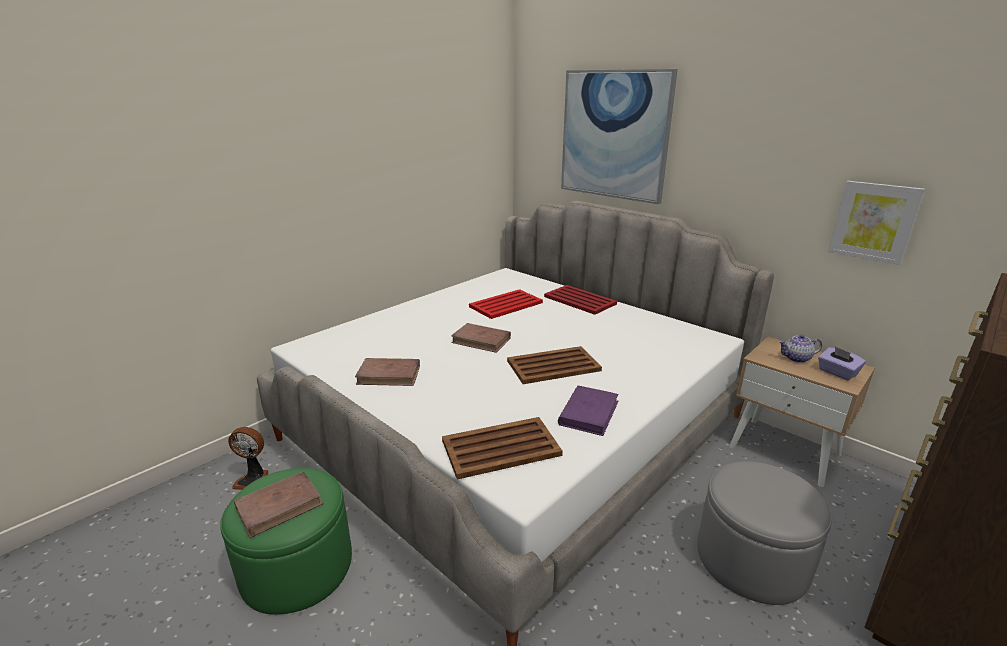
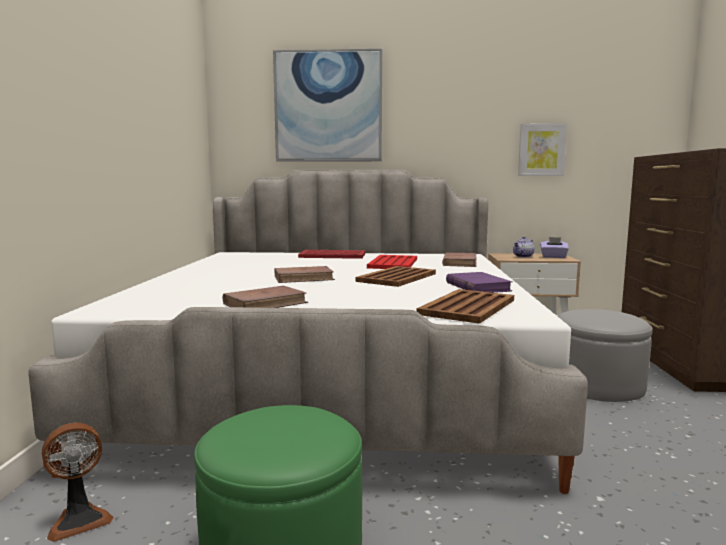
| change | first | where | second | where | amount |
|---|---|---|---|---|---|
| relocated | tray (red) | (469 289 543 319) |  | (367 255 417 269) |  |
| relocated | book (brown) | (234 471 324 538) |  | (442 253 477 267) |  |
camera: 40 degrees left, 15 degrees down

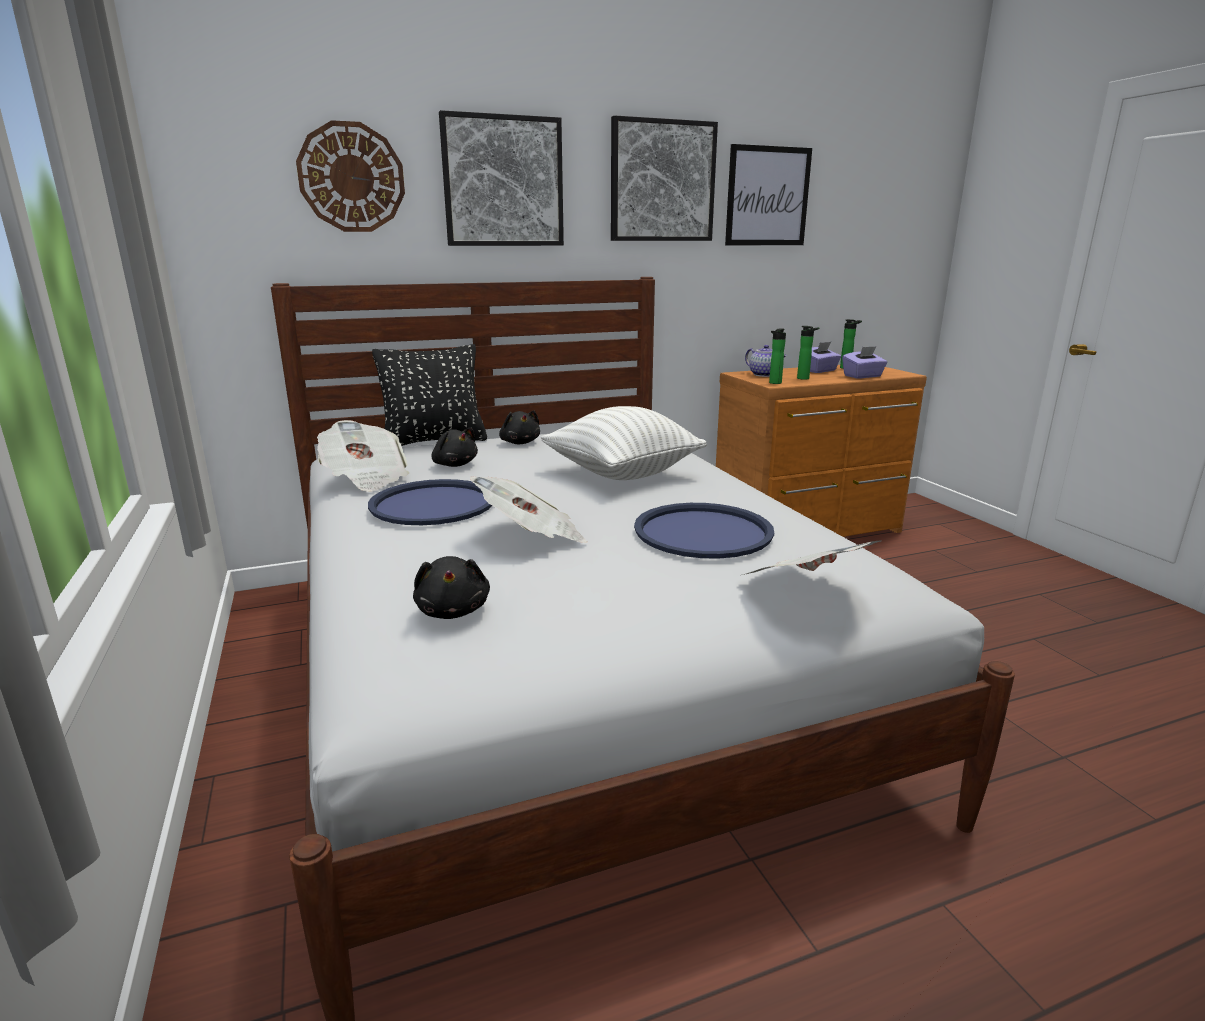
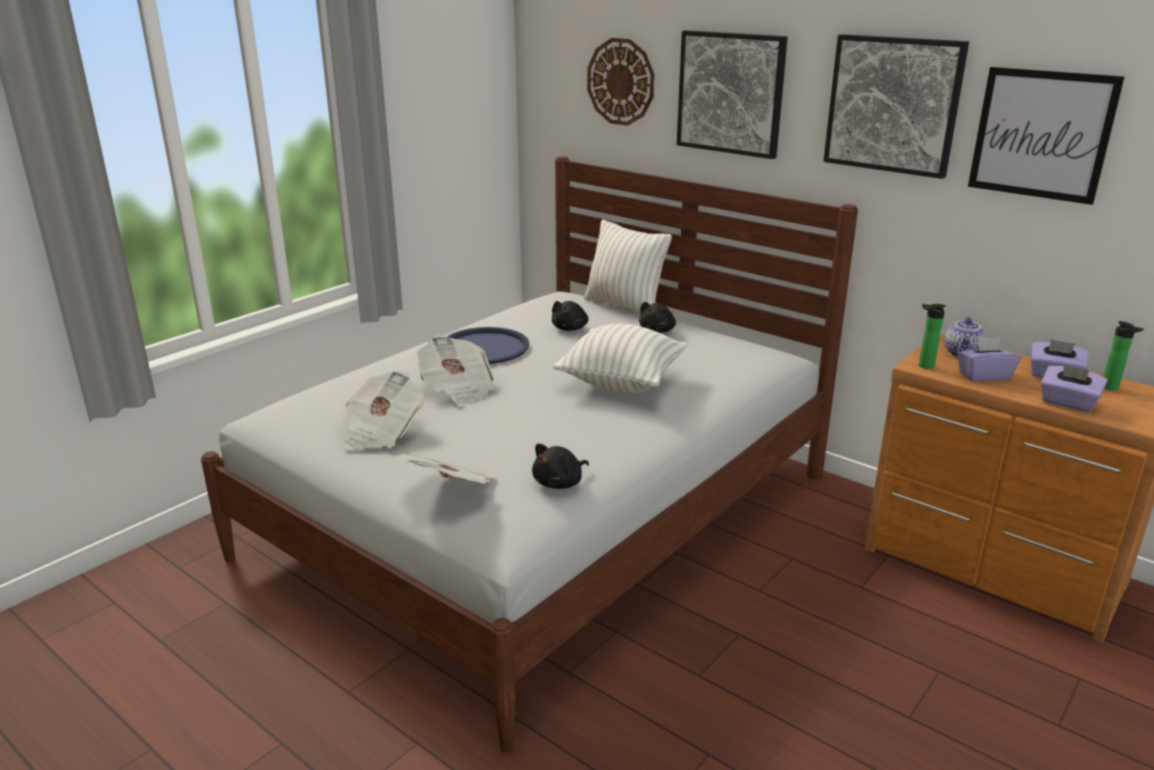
| change | first | where | second | where | amount |
|---|---|---|---|---|---|
| exchanged | bottle | (797 326 820 380) | tissue box (purple) | (957 337 1021 381) |  |
| colour | pillow (black) | (372 344 487 446) | pillow (white) | (584 220 672 314) |  |
| relocated | newspaper | (317 420 409 492) |  | (342 371 425 450) |  |
| missing | tray (blue) | (634 503 774 559) |  |  |  |
| relocated | plush toy (black) | (413 556 490 619) |  | (532 443 589 489) |  |
camera: 60 degrees right, 5 degrees up

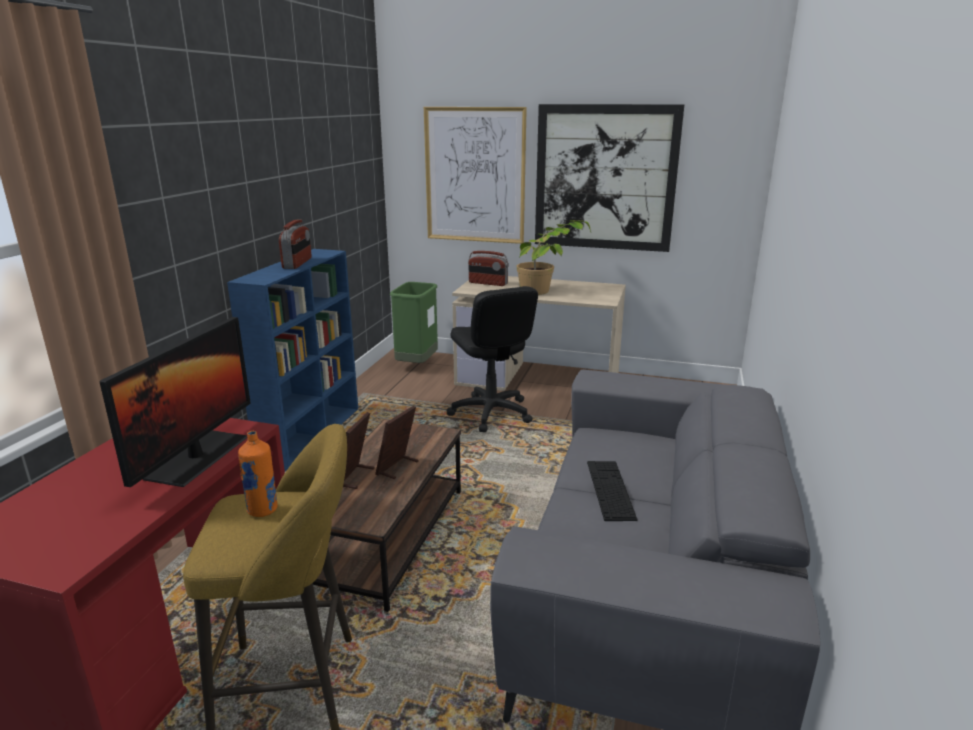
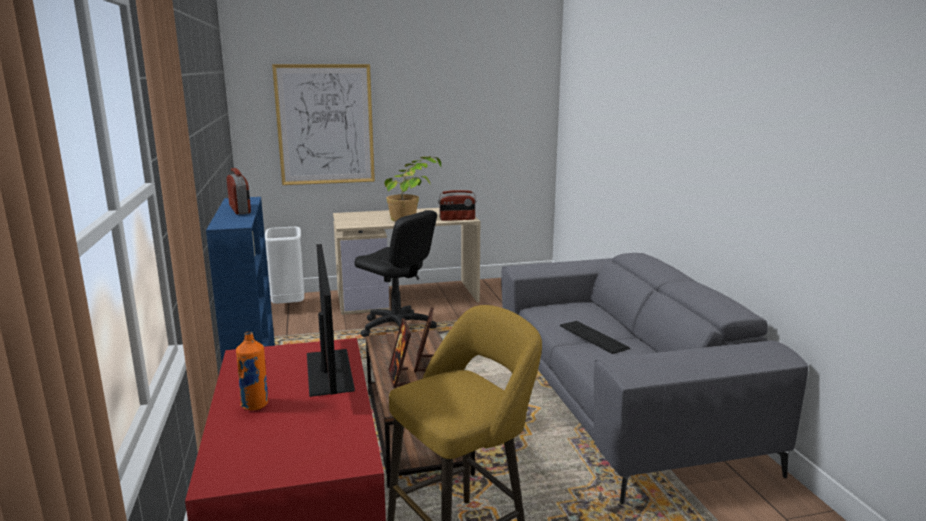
| change | first | where | second | where | amount |
|---|---|---|---|---|---|
| missing | picture | (535 104 684 252) |  |  |  |
| relocated | radio | (468 251 509 286) |  | (438 190 476 221) |  |
| colour | trash can (green) | (390 282 438 363) | trash can (white) | (265 227 304 304) |  |
| relocated | bottle (orange) | (238 431 278 517) |  | (236 332 268 410) |  |
camera: 30 degrees left, 5 degrees down

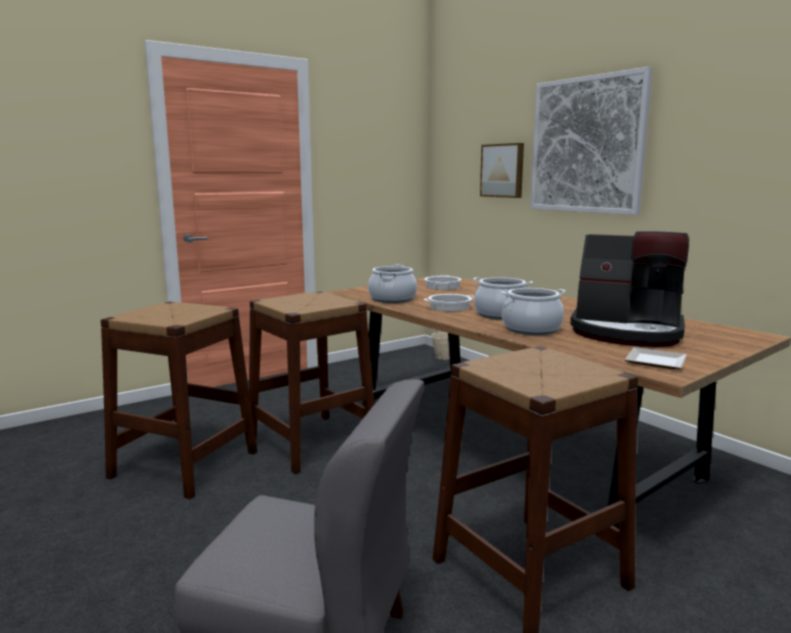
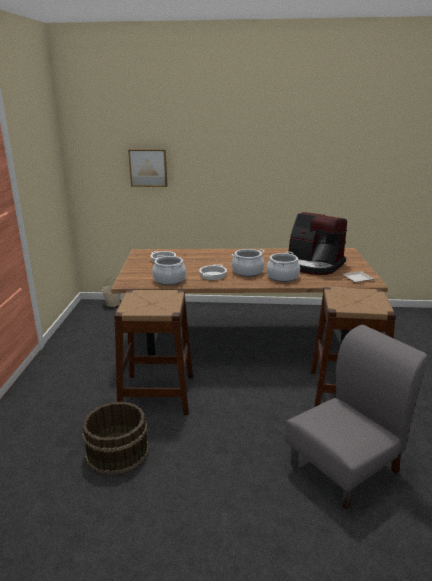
| change | first | where | second | where | amount |
|---|---|---|---|---|---|
| missing | picture | (530 67 653 215) |  |  |  |
| spun | coffee machine | (570 231 689 347) |  | (288 212 347 275) | 60 degrees clockwise |
| exchanged | stool (brown) | (101 302 257 499) | bucket (brown) | (82 402 149 475) |  |
camera: 50 degrees left, 10 degrees up

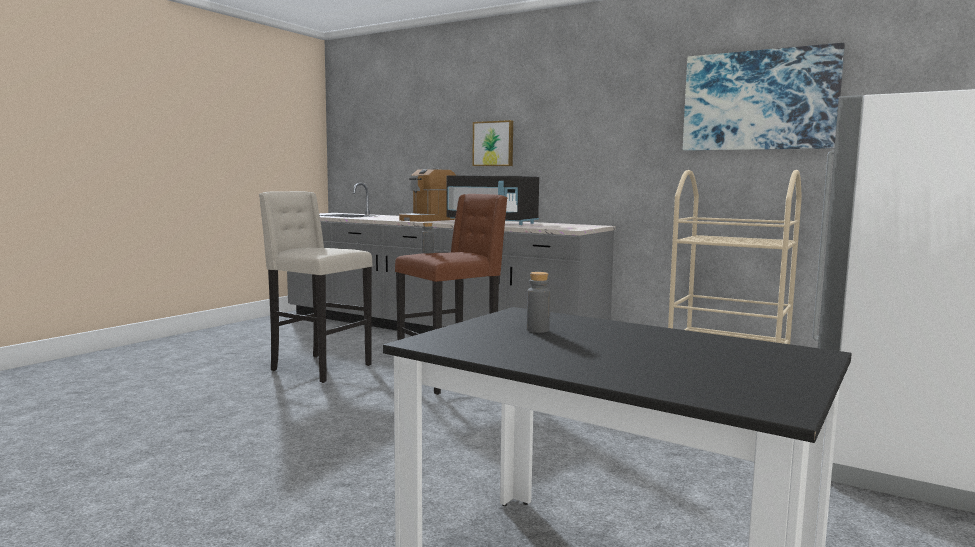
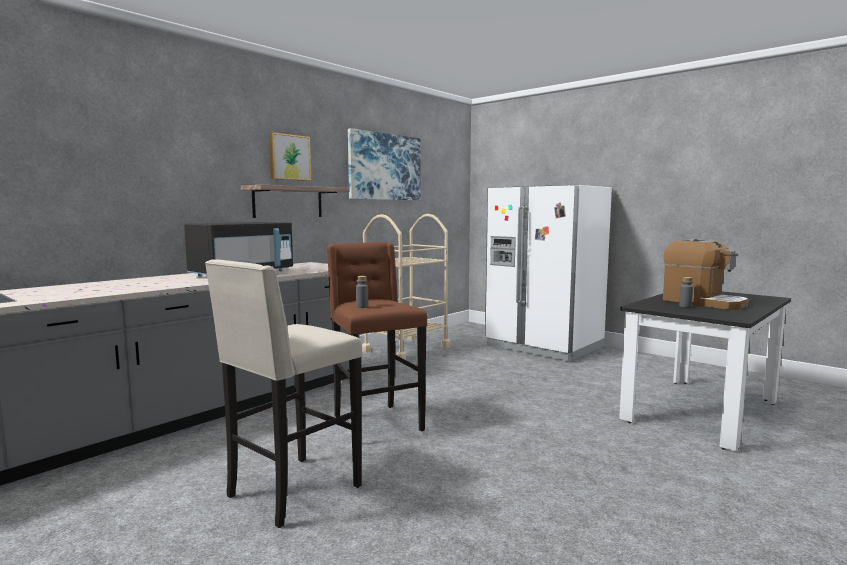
| change | first | where | second | where | amount |
|---|---|---|---|---|---|
| relocated | picture | (472 120 513 166) |  | (269 132 311 181) |  |
| relocated | coffee machine | (399 168 455 222) |  | (663 239 748 310) |  |
| appeared |  |  | shelf | (241 185 350 218) |  |
camera: 80 degrees left, 0 degrees up

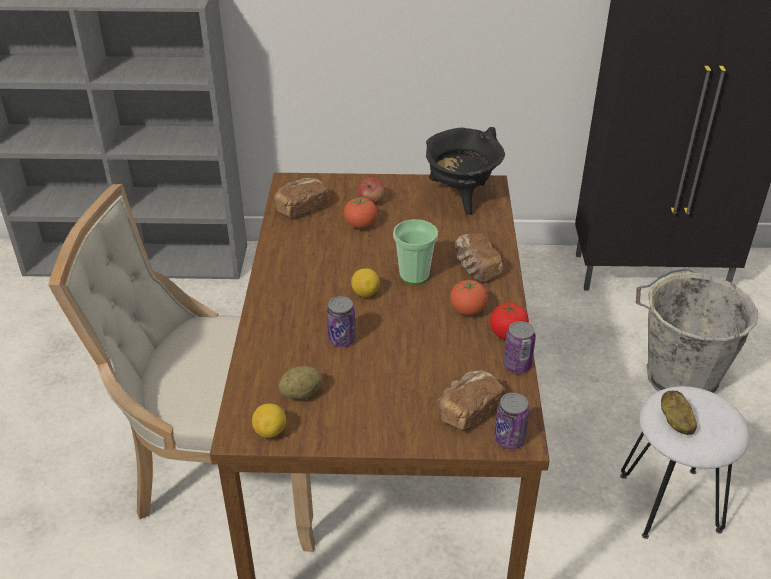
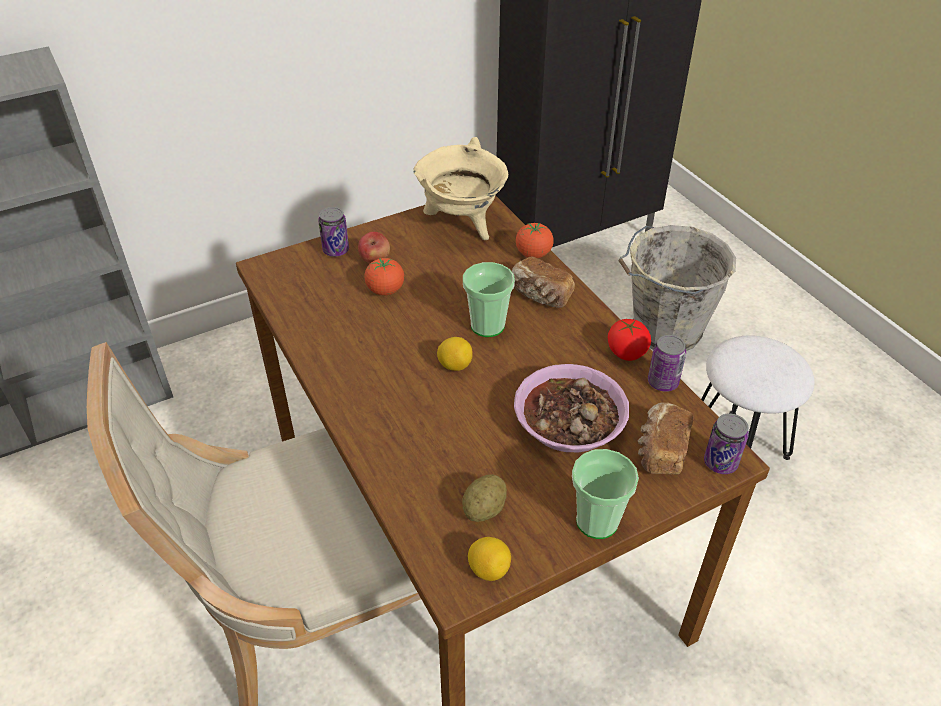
| change | first | where | second | where | amount |
|---|---|---|---|---|---|
| colour | cooking pot (black) | (426 127 505 215) | cooking pot (beige) | (413 137 508 240) |  |
| missing | bread | (274 178 329 217) |  |  |  |
| relocated | tomato | (450 279 488 316) |  | (516 223 554 258) |  |
| relocated | can | (327 296 356 347) |  | (318 207 349 257) |  |
| missing | potato | (661 391 697 435) |  |  |  |
| appeared |  |  | bowl | (514 364 629 453) |  |
| appeared |  |  | cup | (572 449 639 539) |  |
camera: 30 degrees left, 5 degrees up

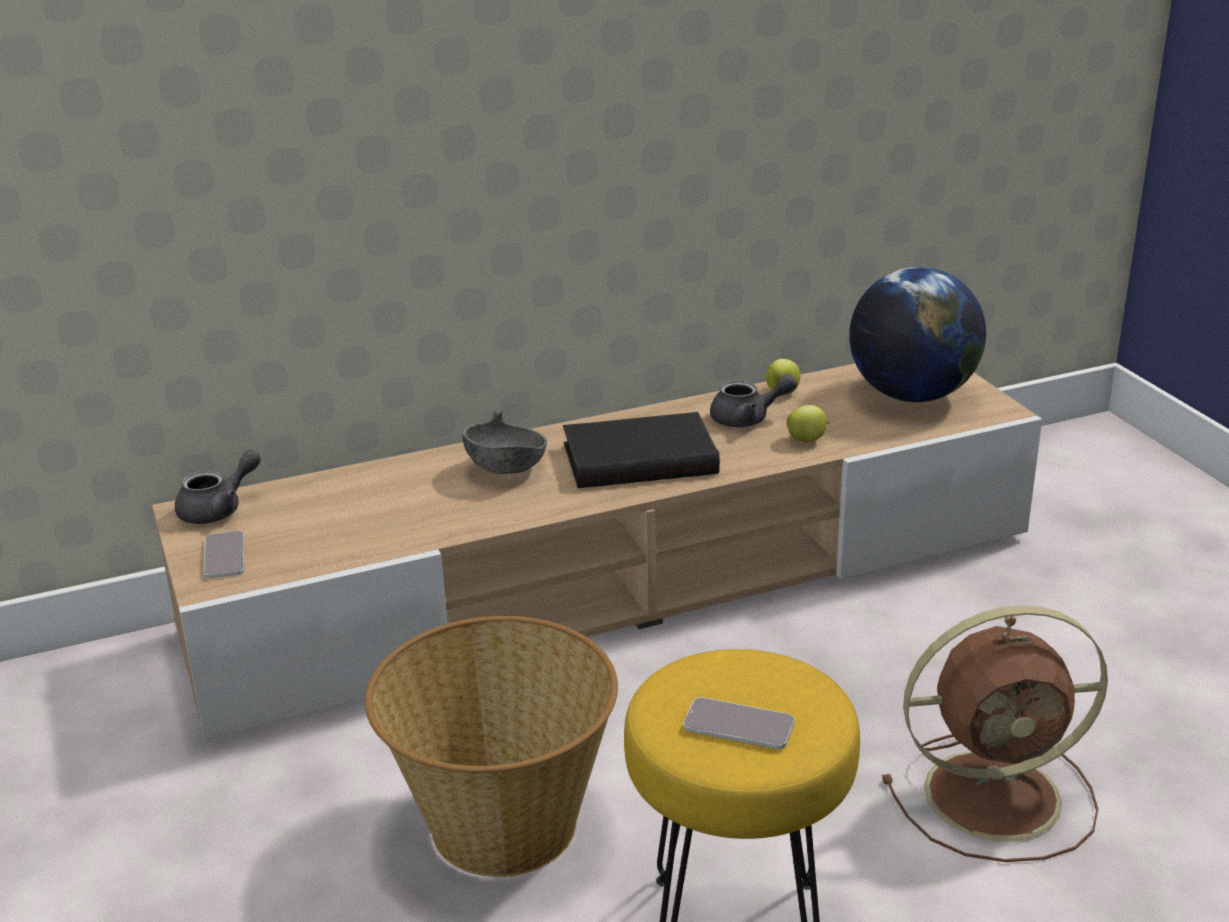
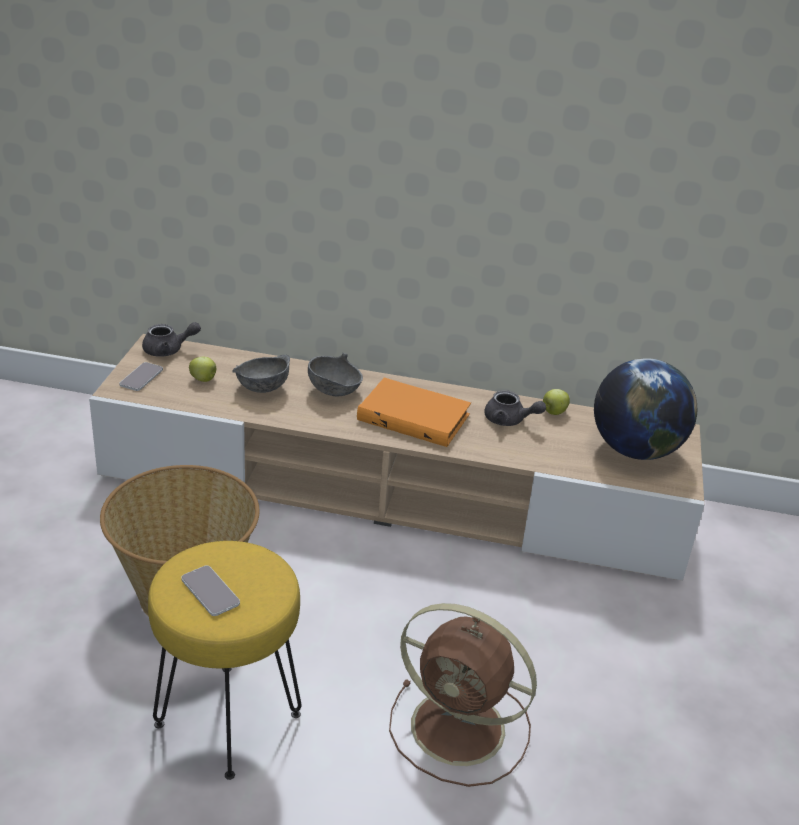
| change | first | where | second | where | amount |
|---|---|---|---|---|---|
| relocated | apple | (787 405 830 442) |  | (189 357 216 382) |  |
| colour | book (black) | (563 412 720 488) | book (orange) | (357 377 471 447) |  |
| appeared |  |  | bowl (grey) | (232 355 290 393) |  |
camera: 30 degrees right, 5 degrees up

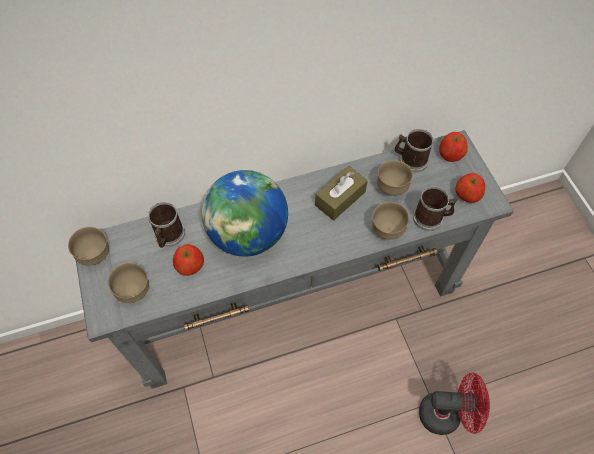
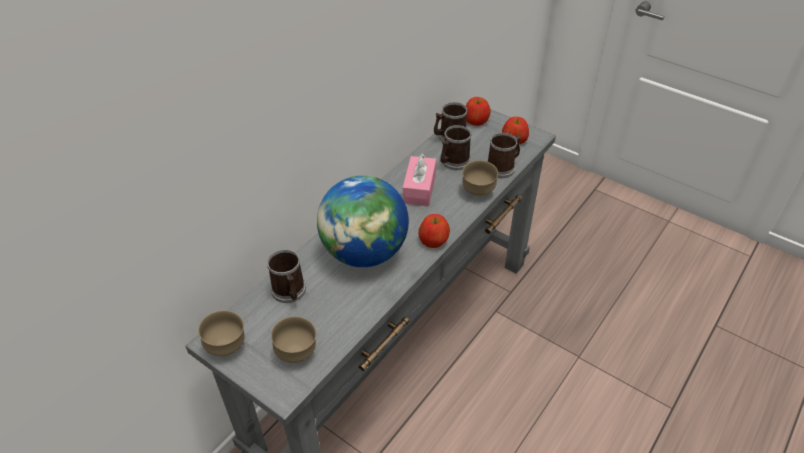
| change | first | where | second | where | amount |
|---|---|---|---|---|---|
| exchanged | bowl (brown) | (377 160 413 196) | mug | (440 125 472 170) |  |
| colour | tissue box (brown) | (315 166 368 221) | tissue box (pink) | (403 153 436 206) |  |
| relocated | apple | (173 244 204 276) |  | (418 214 450 248) |  |
| missing | fan (red) | (419 373 490 435) |  |  |  |
camera: 35 degrees left, 15 degrees down

